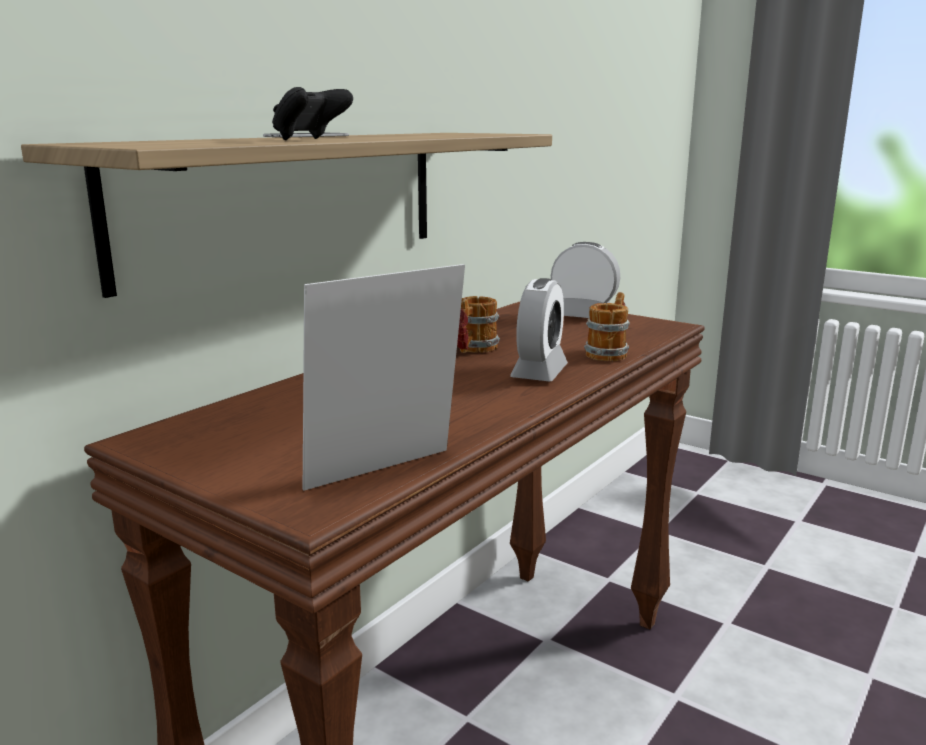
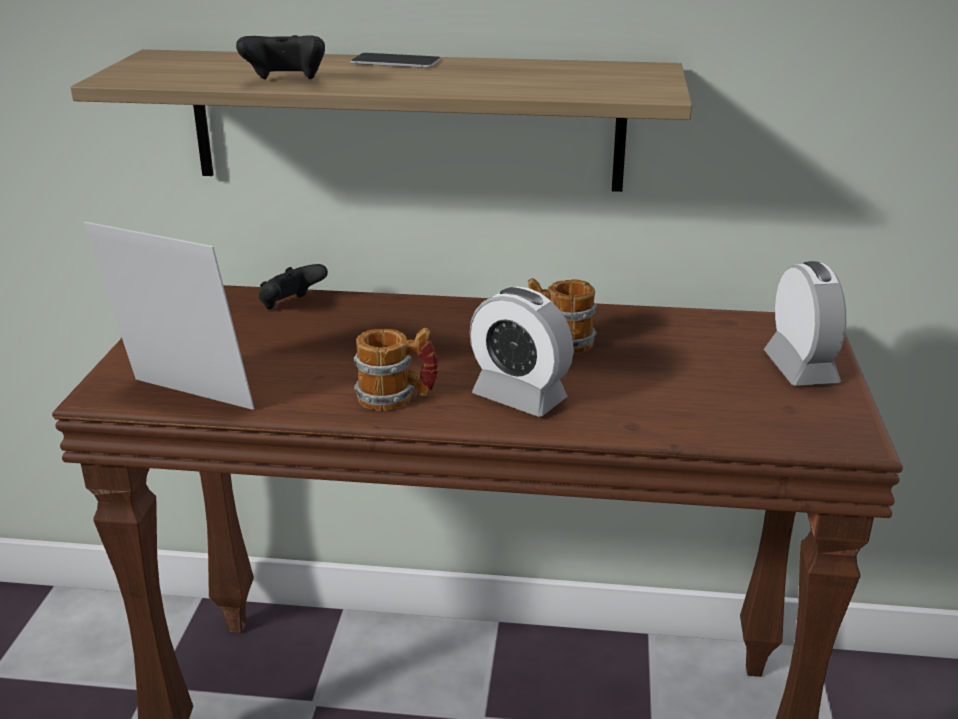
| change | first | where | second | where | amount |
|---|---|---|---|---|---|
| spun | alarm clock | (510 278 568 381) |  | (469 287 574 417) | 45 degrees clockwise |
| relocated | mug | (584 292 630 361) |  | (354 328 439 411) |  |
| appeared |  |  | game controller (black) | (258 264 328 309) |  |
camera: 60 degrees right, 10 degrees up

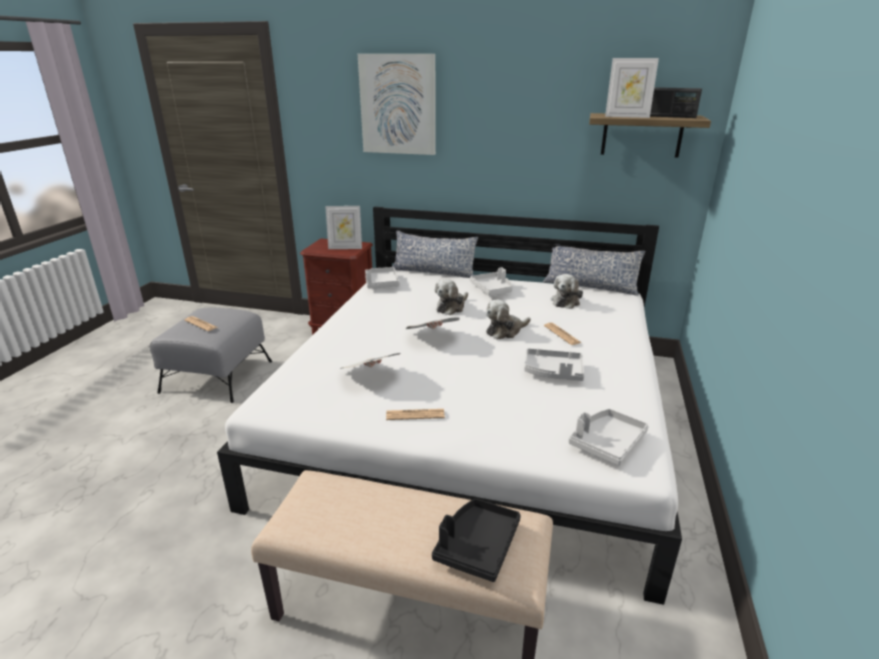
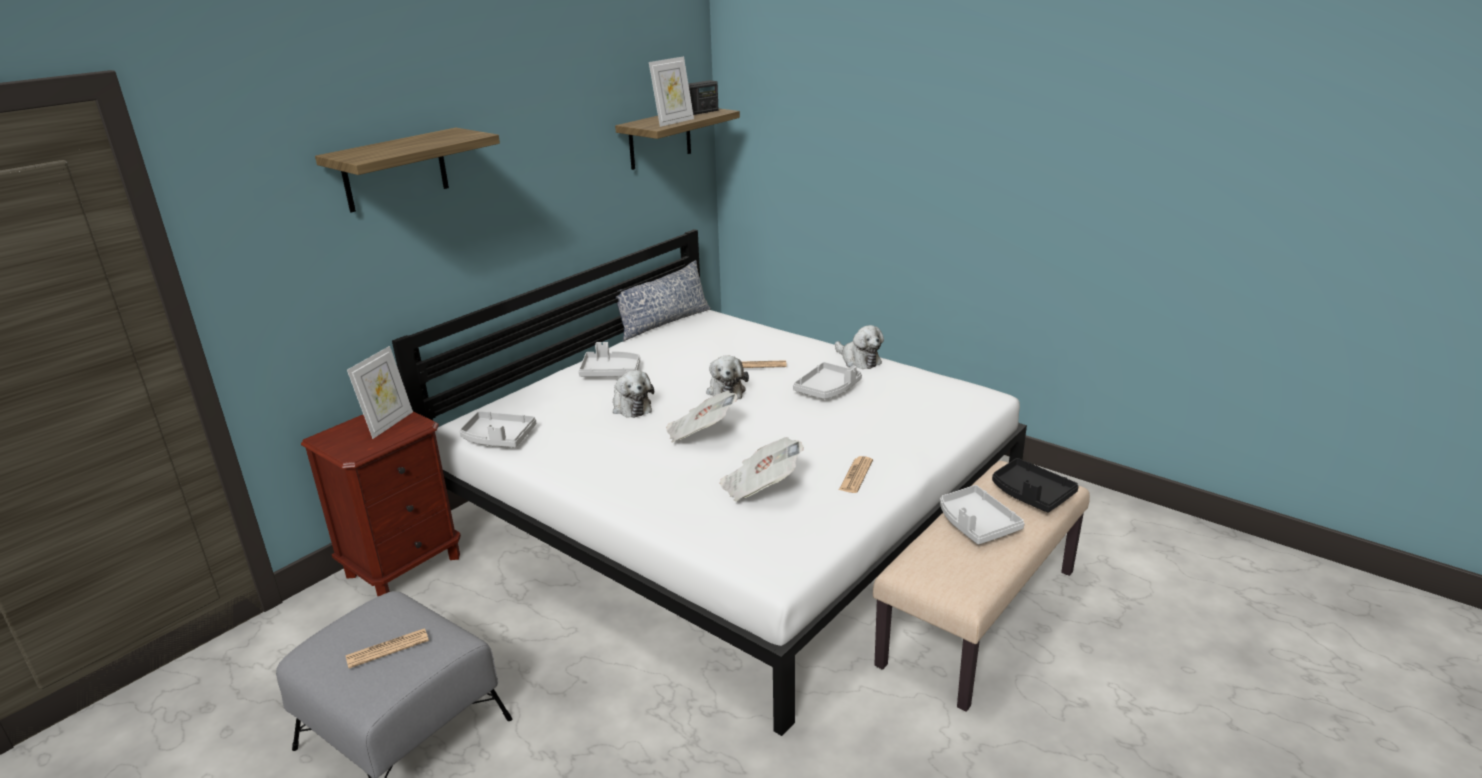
| change | first | where | second | where | amount |
|---|---|---|---|---|---|
| exchanged | picture | (358 54 436 155) | shelf | (315 128 500 213) |  |
| missing | pillow | (392 231 478 278) |  |  |  |
| relocated | plush toy | (551 274 583 309) |  | (835 325 884 369) |  |
| relocated | tray (grey) | (569 409 649 466) |  | (940 485 1025 545) |  |
camera: 65 degrees left, 0 degrees up

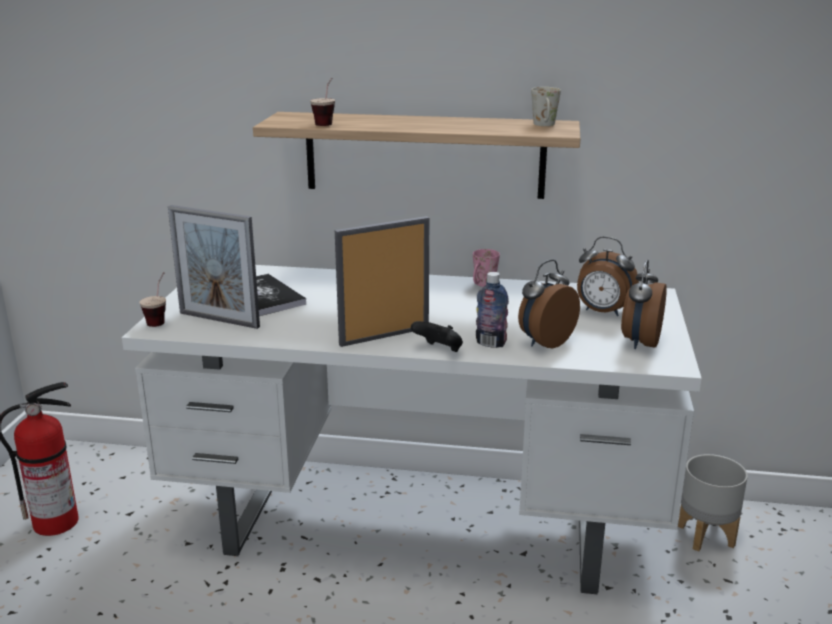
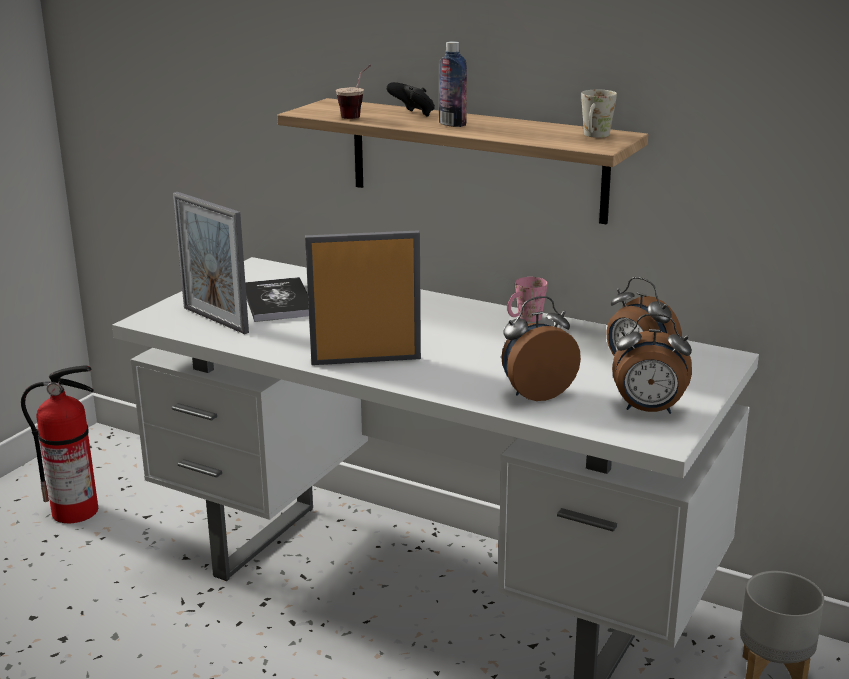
| change | first | where | second | where | amount |
|---|---|---|---|---|---|
| spun | alarm clock | (621 260 667 349) |  | (612 313 692 414) | 120 degrees counterclockwise |
| missing | cup | (139 272 166 327) |  |  |  |
| relocated | bottle | (476 272 509 348) |  | (439 41 467 127) |  |
| relocated | game controller (black) | (411 321 463 352) |  | (386 82 435 117) |  |
camera: 20 degrees right, 0 degrees up

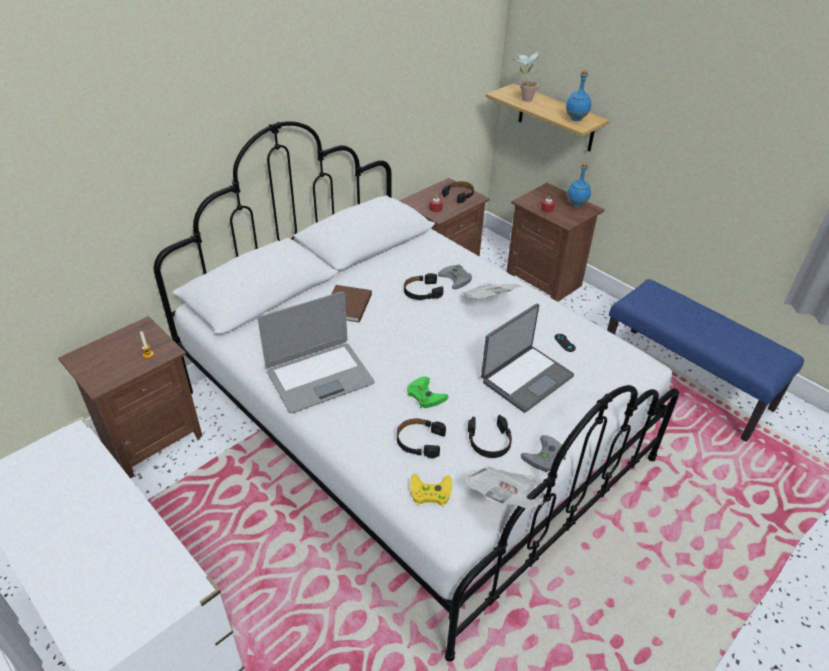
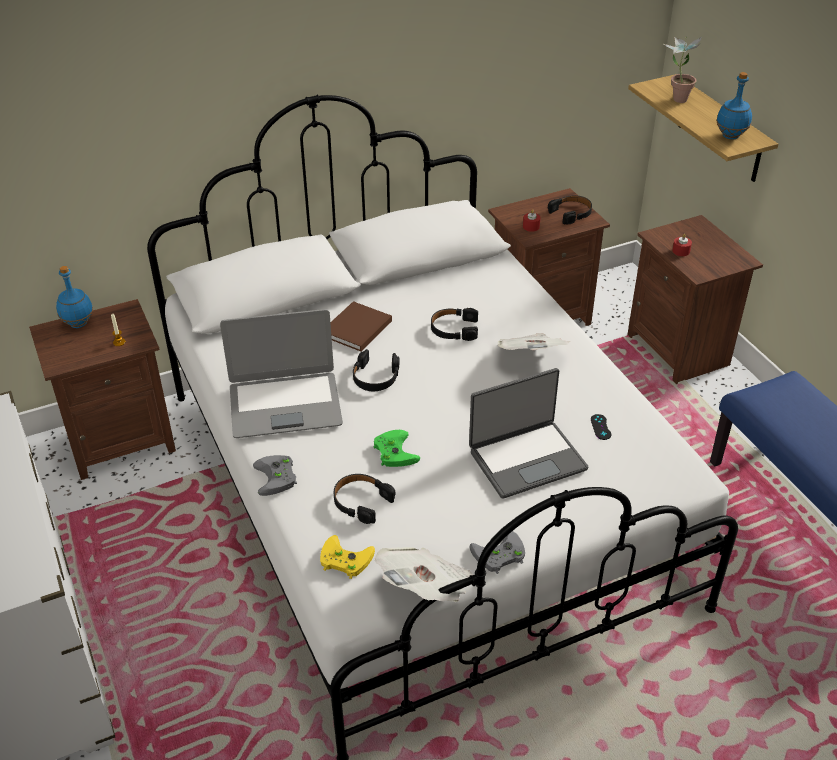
| change | first | where | second | where | amount |
|---|---|---|---|---|---|
| relocated | bottle (blue) | (567 163 591 207) |  | (56 266 93 328) |  |
| relocated | game controller (grey) | (438 265 472 289) |  | (253 455 297 496) |  |
| relocated | headphones (black) | (468 415 512 458) |  | (353 349 399 391) |  |
camera: 20 degrees right, 0 degrees up

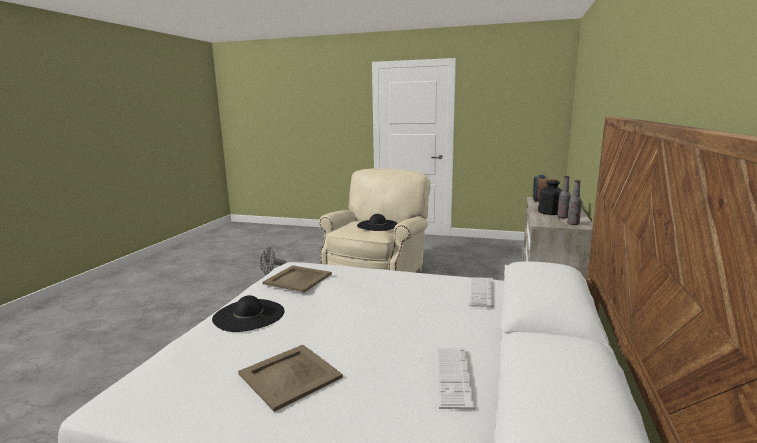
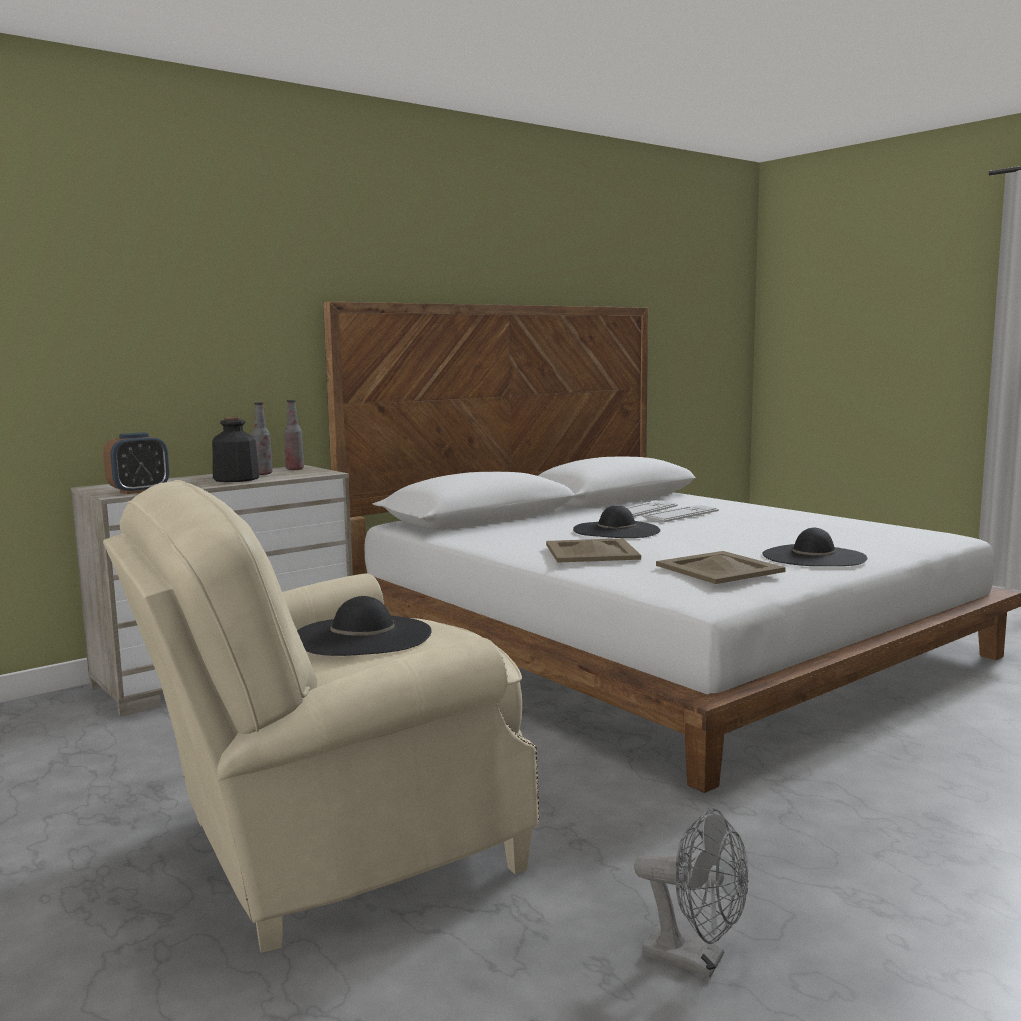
| change | first | where | second | where | amount |
|---|---|---|---|---|---|
| relocated | keyboard | (469 277 494 307) |  | (642 505 719 522) |  |
| relocated | tray (beige) | (238 345 343 412) |  | (546 538 641 563) |  |
| appeared |  |  | hat (black) | (573 505 661 538) |  |
camera: 145 degrees left, 5 degrees down

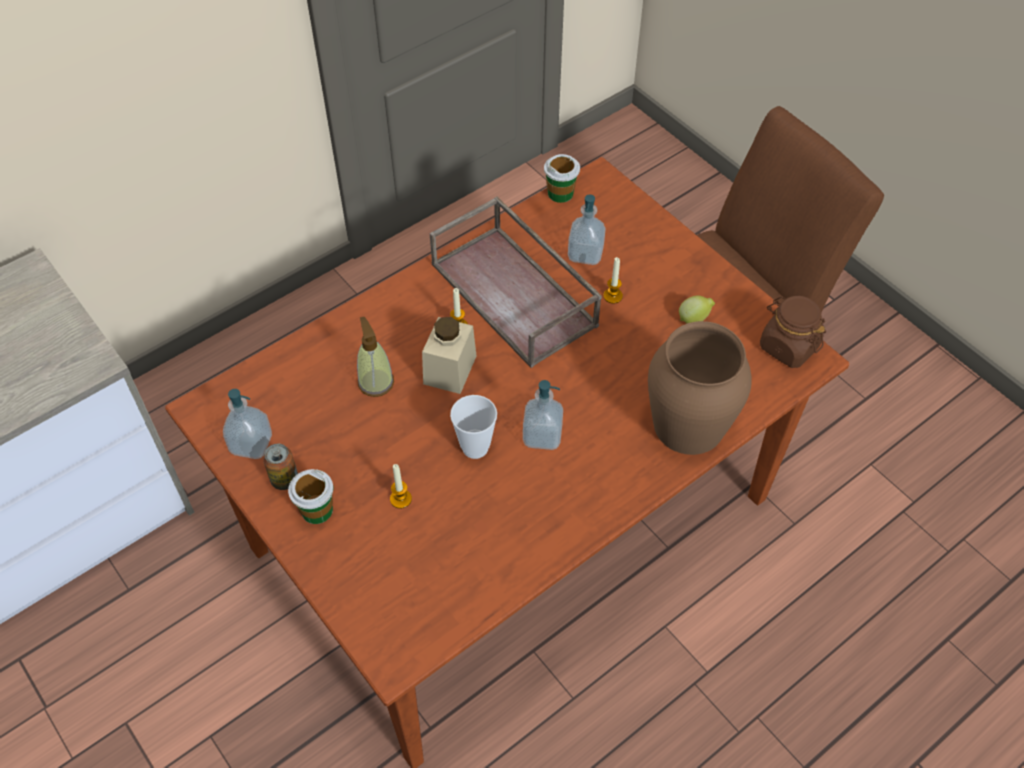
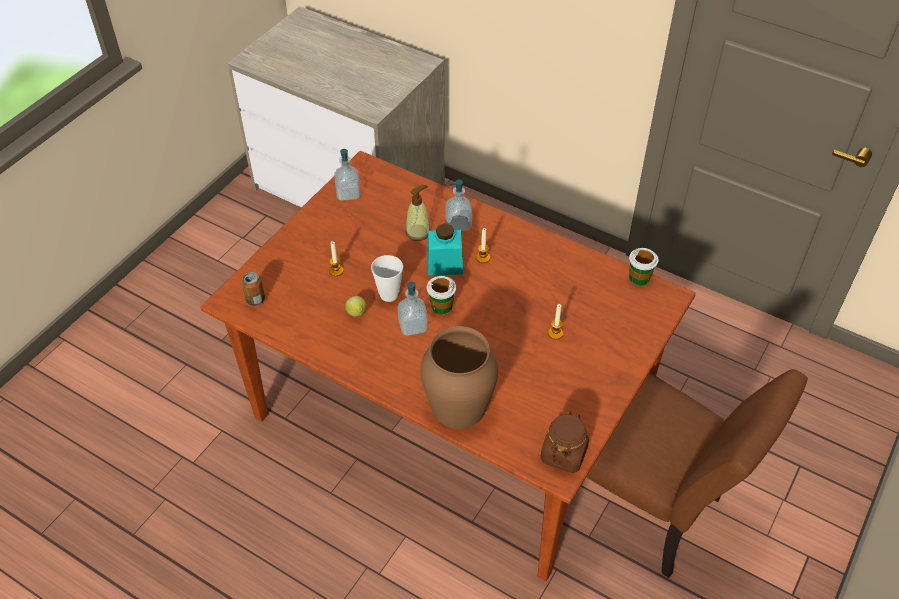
| change | first | where | second | where | amount |
|---|---|---|---|---|---|
| relocated | soap dispenser | (568 195 606 265) |  | (445 179 472 231) |  |
| missing | tray (brown) | (430 197 602 368) |  |  |  |
| relocated | lemon | (679 295 715 323) |  | (345 296 366 316) |  |
| colour | jar (beige) | (422 317 476 394) | jar (turquoise) | (427 224 463 275) |  |
| relocated | can | (263 444 298 490) |  | (242 272 265 306) |  |
| relocated | cup | (288 469 333 524) |  | (427 276 456 314) |  |
camera: 70 degrees right, 5 degrees down

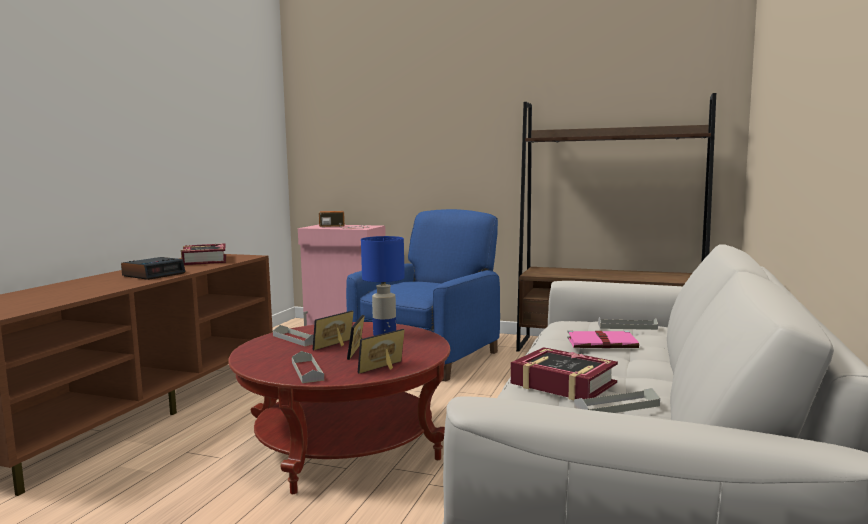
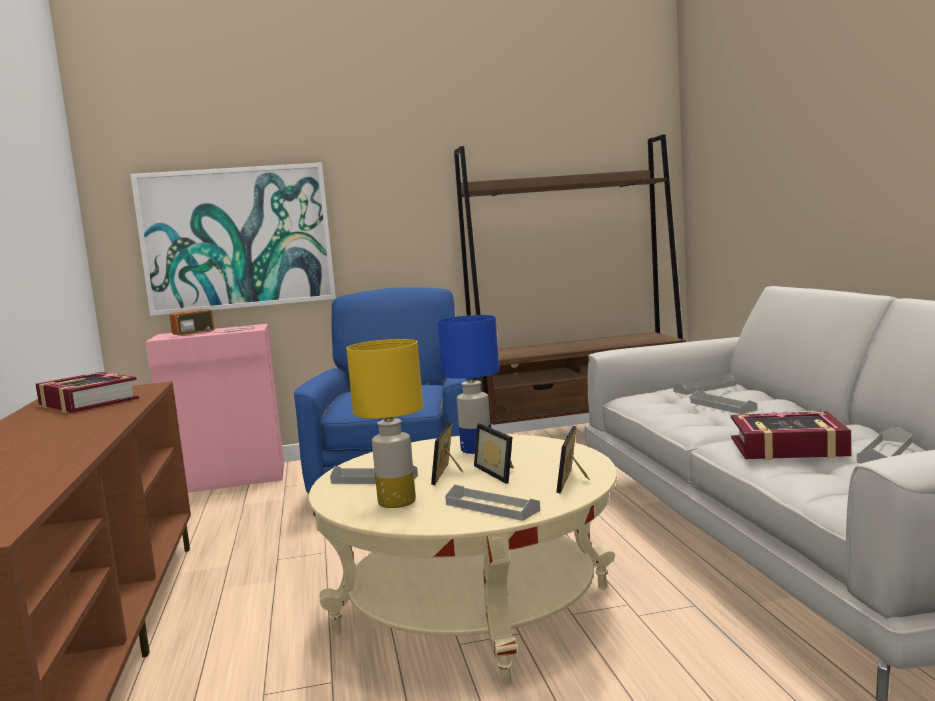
| change | first | where | second | where | amount |
|---|---|---|---|---|---|
| missing | alarm clock | (121 257 185 280) |  |  |  |
| colour | coffee table (red) | (228 322 450 494) | coffee table (beige) | (309 434 617 686) |  |
| exchanged | book (pink) | (567 330 639 348) | tray (grey) | (690 390 757 414) |  |
| appeared |  |  | picture | (130 162 336 316) |  |
| appeared |  |  | table lamp (yellow) | (346 339 423 508) |  |
camera: 30 degrees left, 0 degrees up

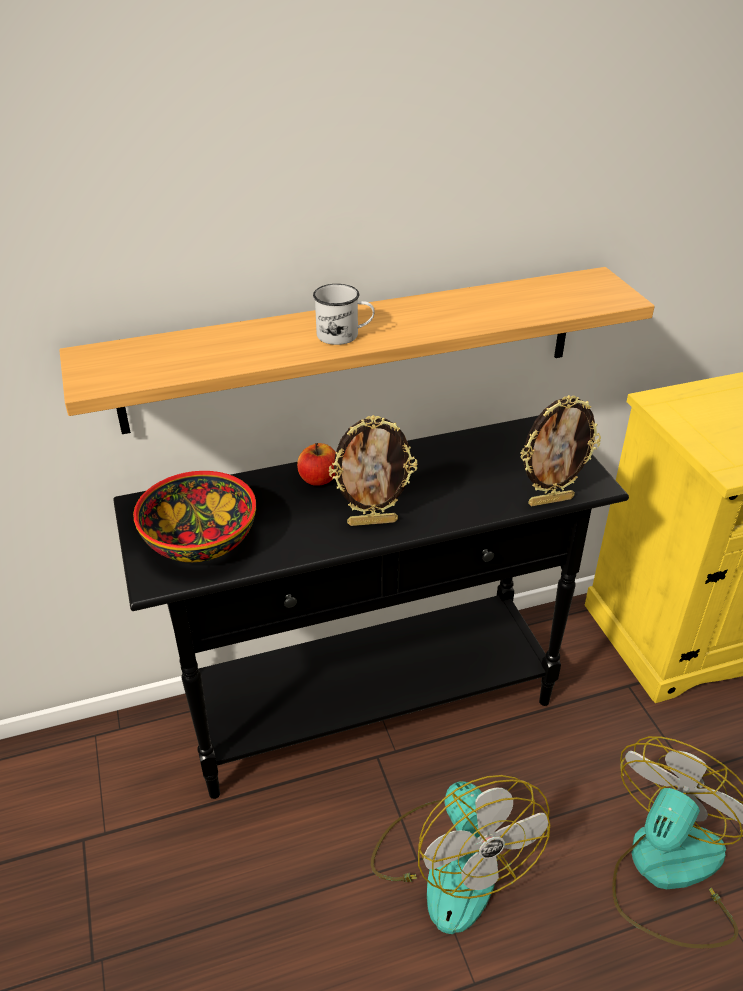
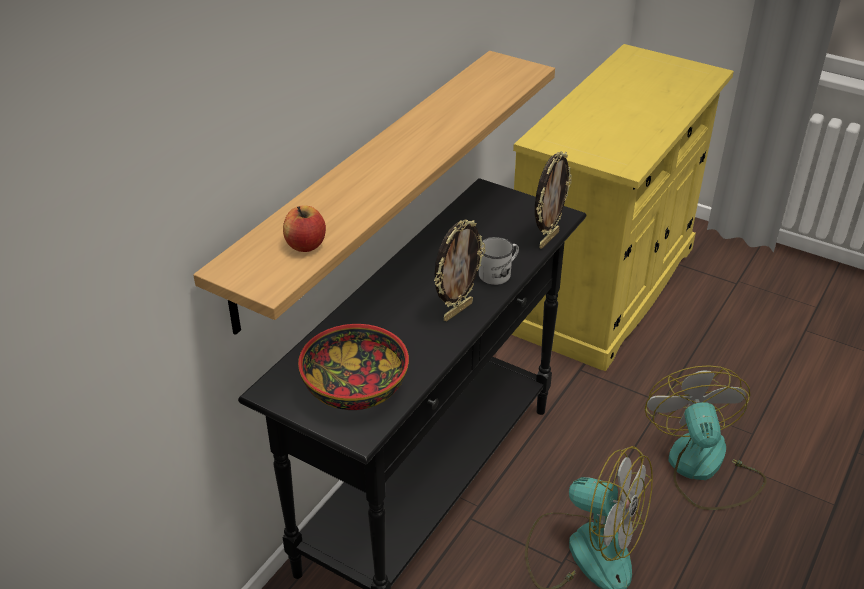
| change | first | where | second | where | amount |
|---|---|---|---|---|---|
| relocated | mug (white) | (313 284 375 345) |  | (479 237 519 285) |  |
| relocated | apple | (297 443 336 486) |  | (283 205 326 252) |  |
camera: 40 degrees left, 0 degrees up

